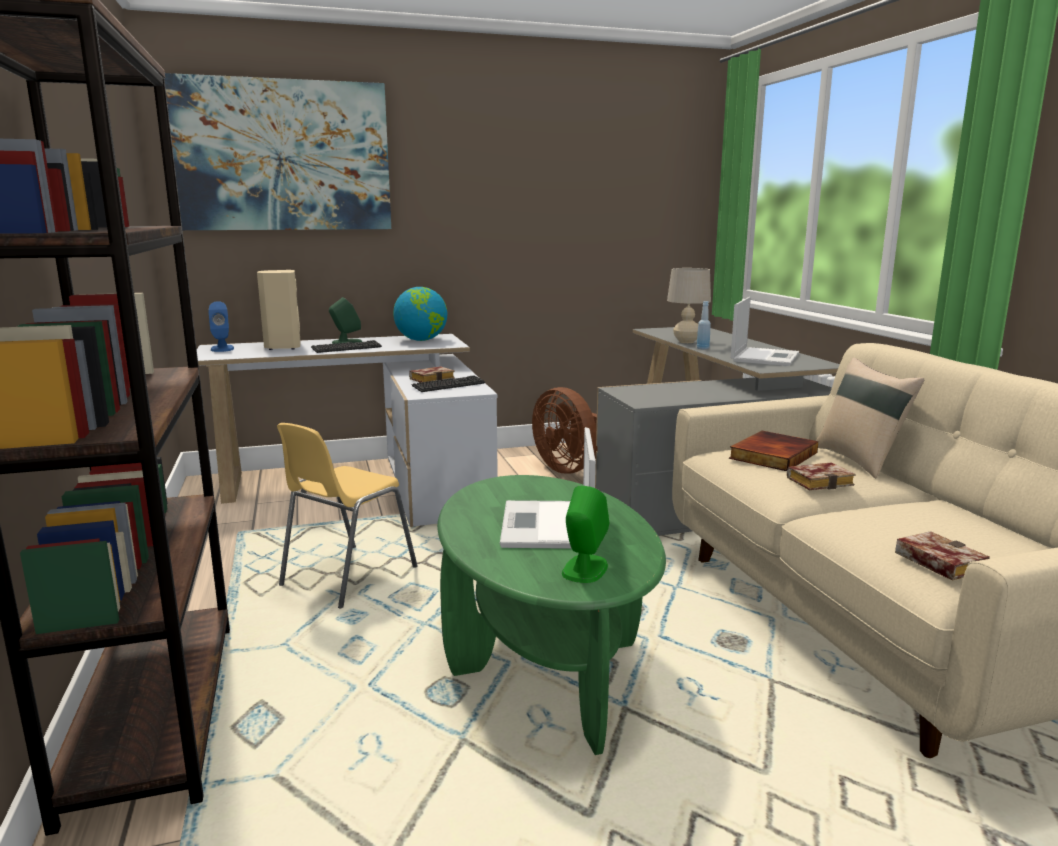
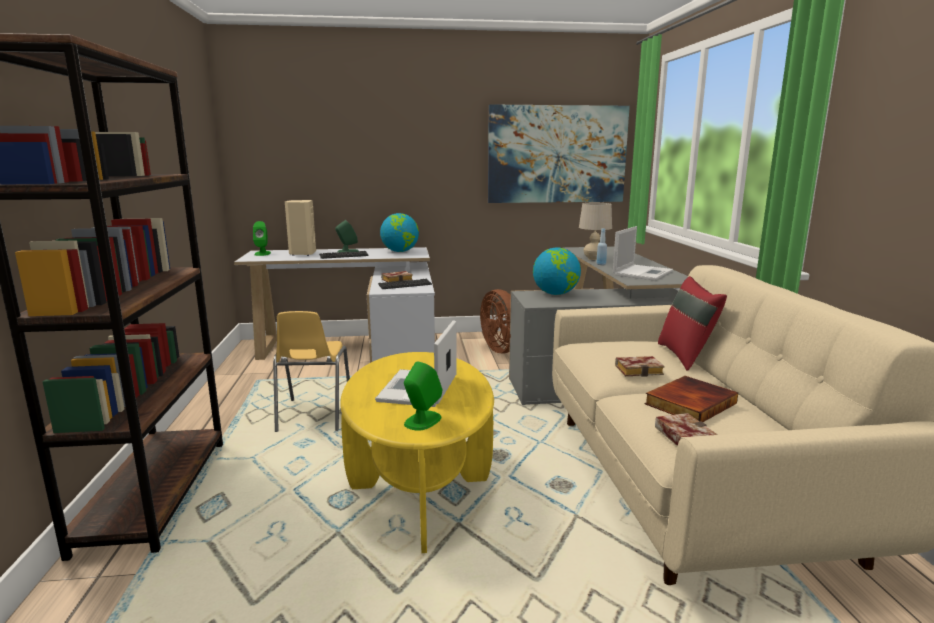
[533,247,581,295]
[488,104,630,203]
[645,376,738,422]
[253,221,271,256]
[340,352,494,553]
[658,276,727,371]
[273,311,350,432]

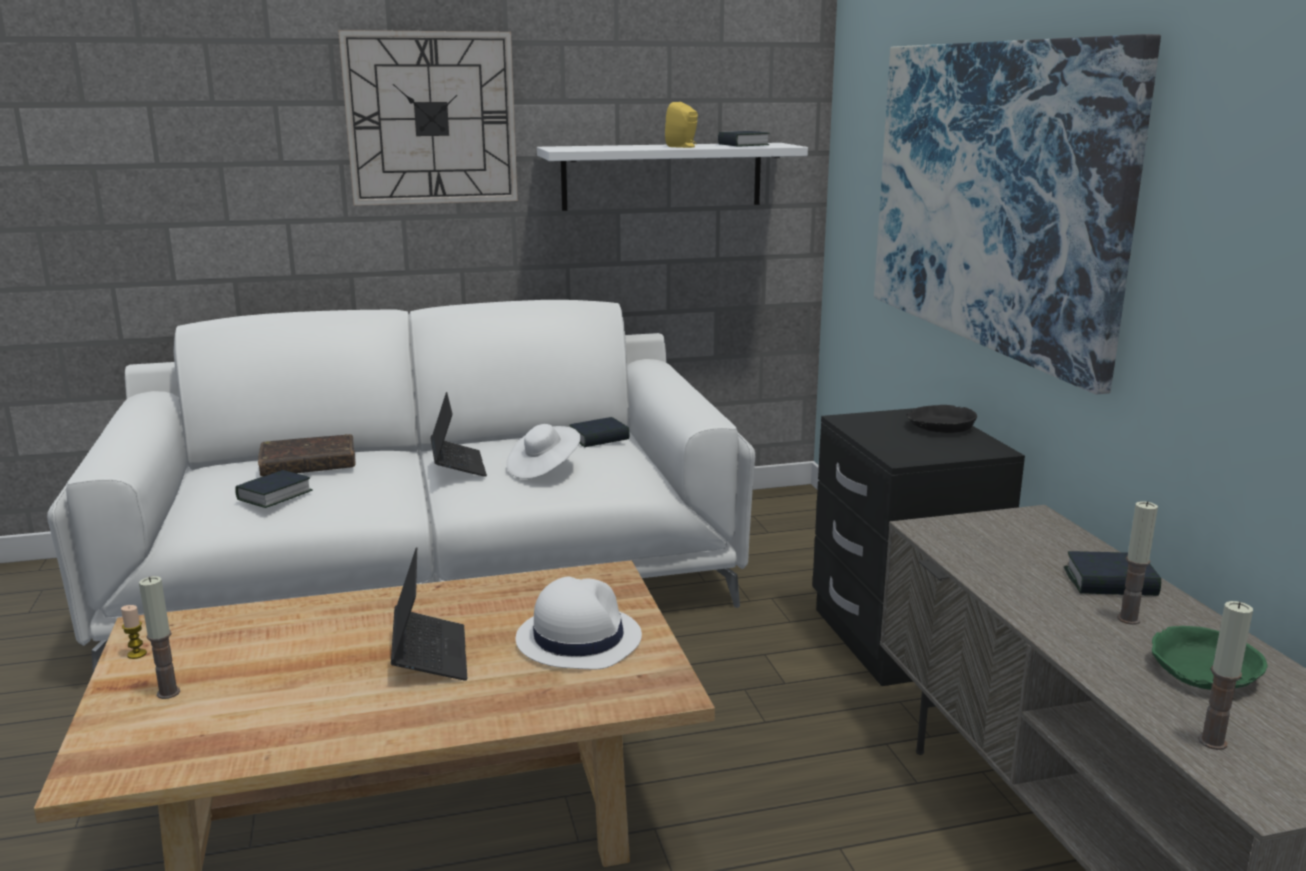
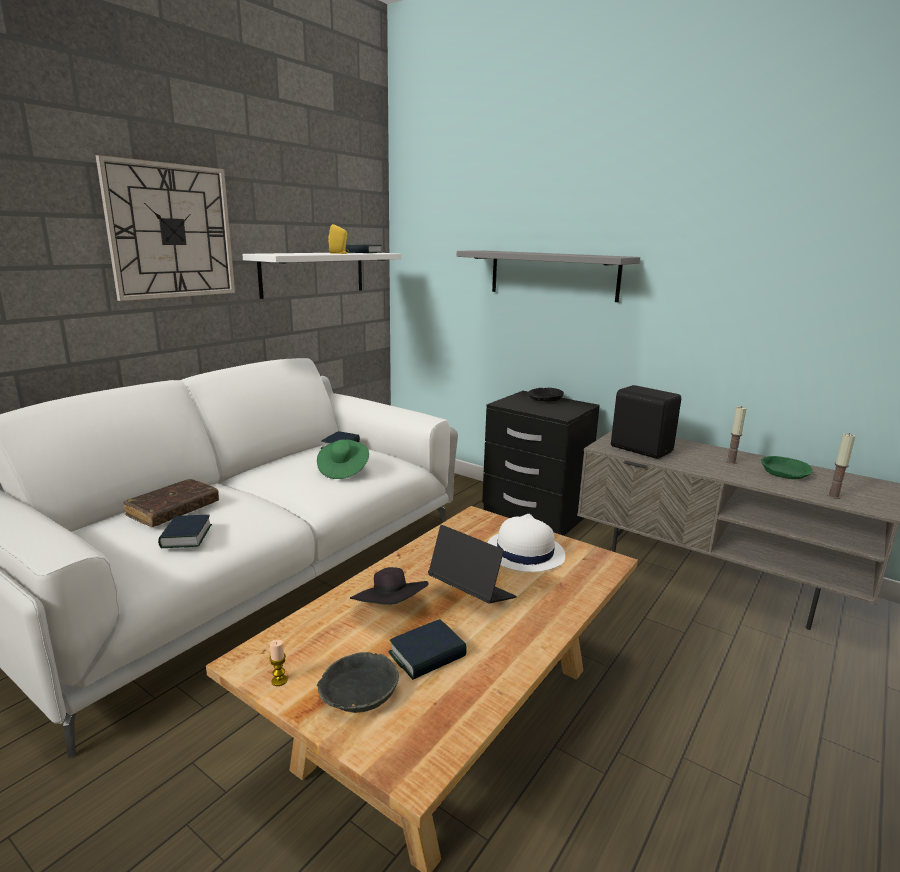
[431,392,487,477] (first image)
[350,567,429,605]
[611,385,681,459]
[388,619,467,680]
[317,652,399,713]
[457,250,640,302]
[317,440,369,479]

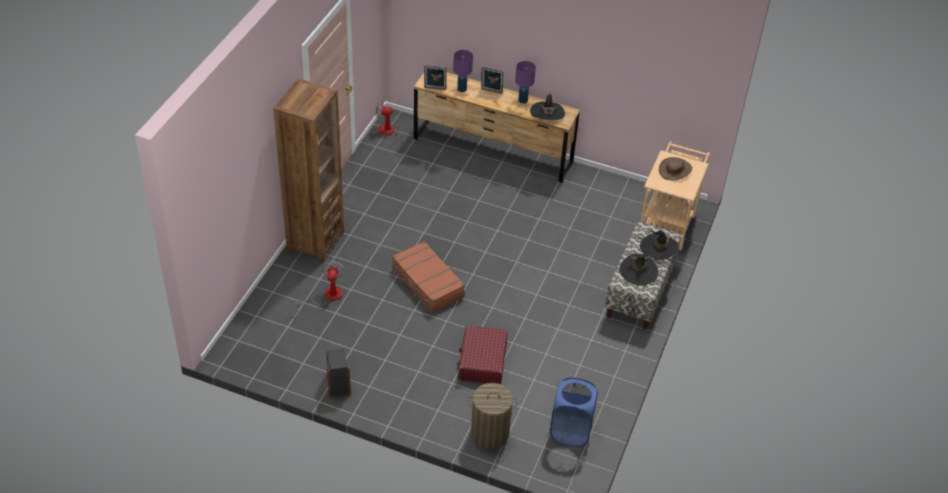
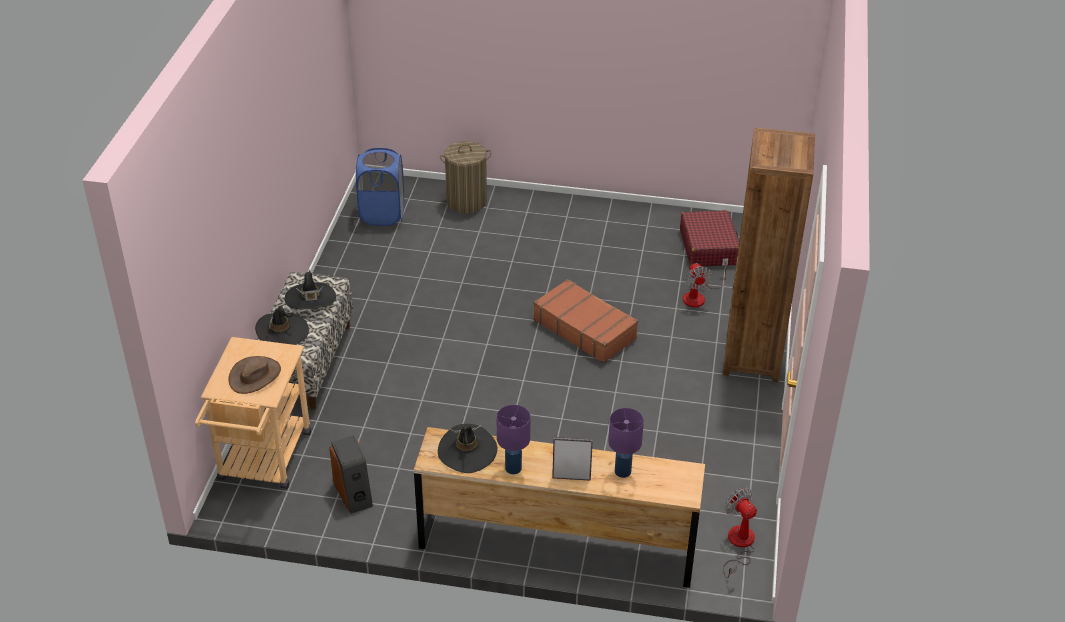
[424,65,447,90] (first image)
[329,436,373,514]
[680,210,739,267]
[723,488,757,578]

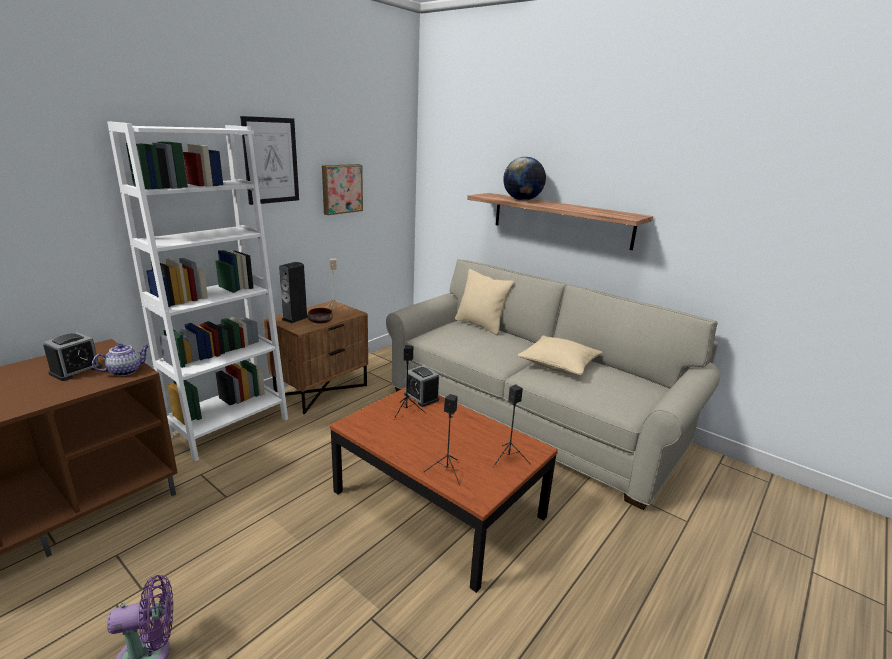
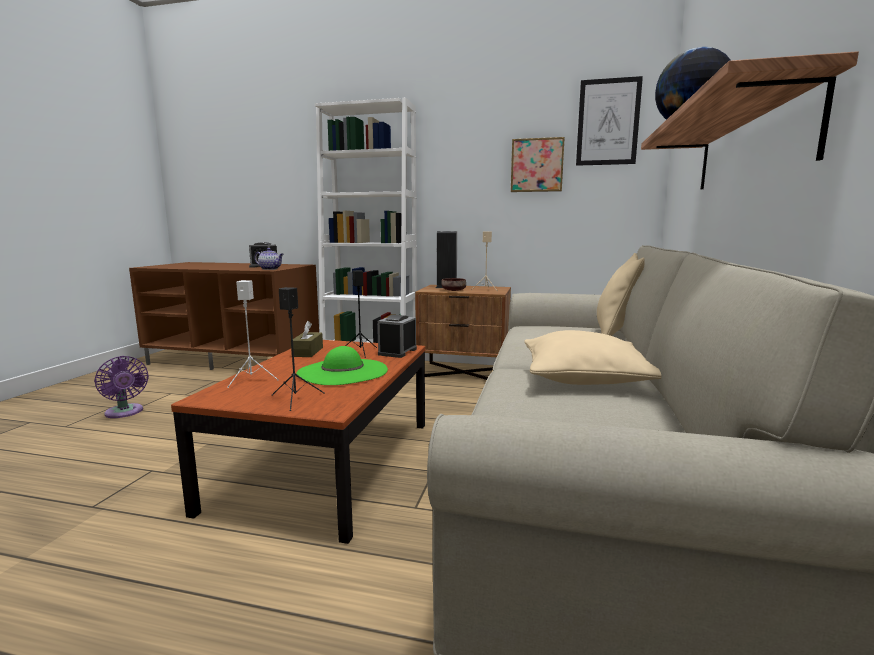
[291,321,323,357]
[296,346,388,385]
[576,76,643,166]
[227,280,279,388]

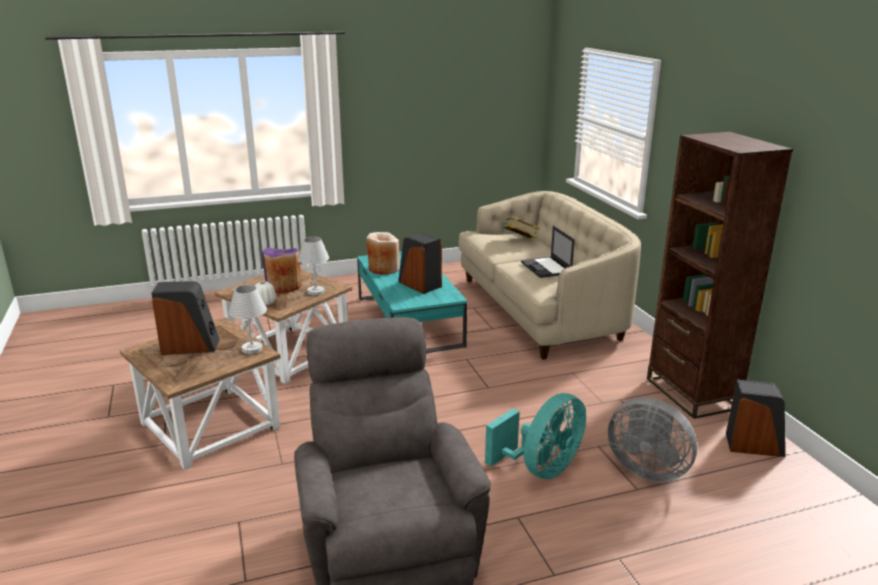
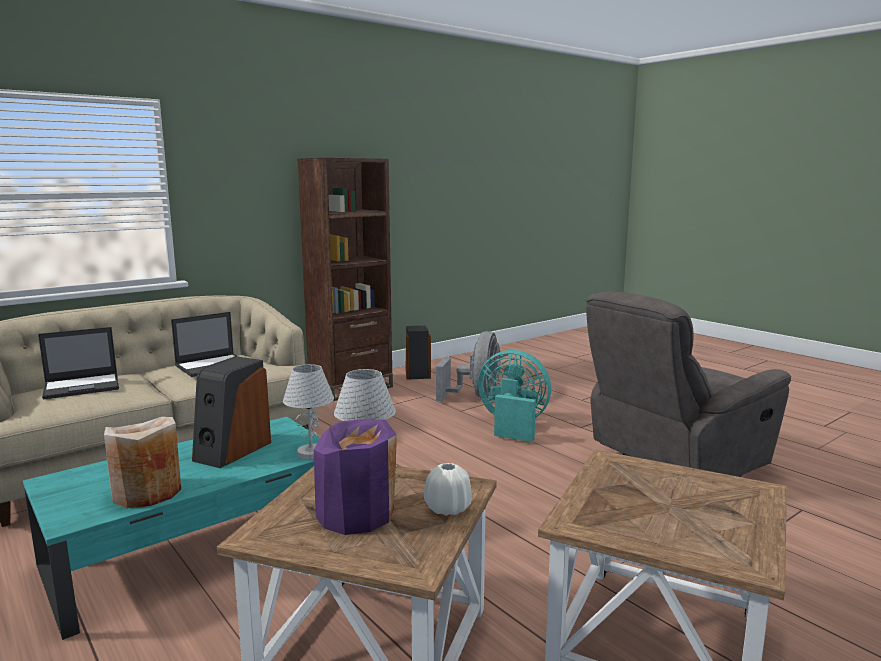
[151,281,220,355] (first image)
[283,364,334,459]
[38,327,119,400]

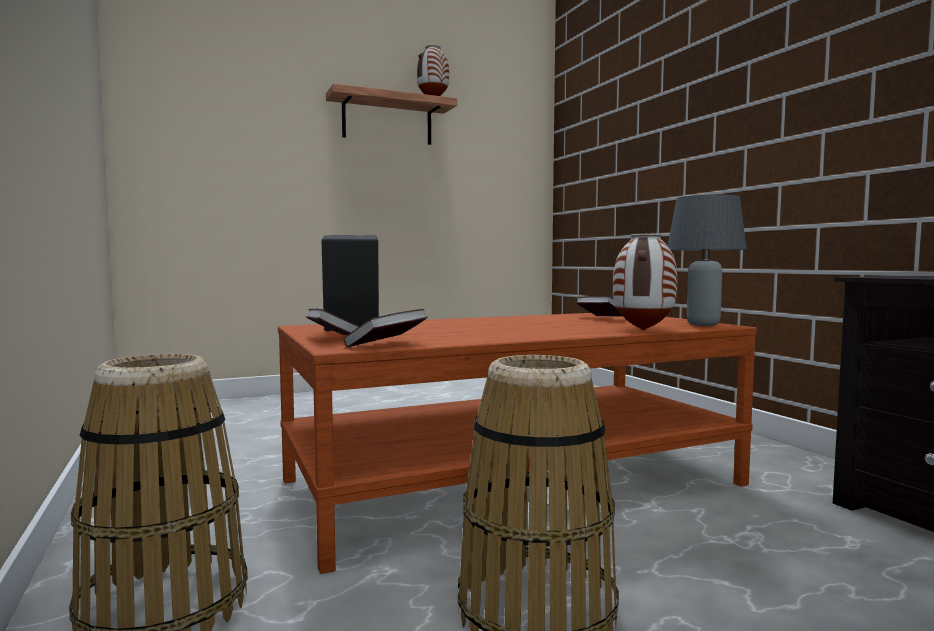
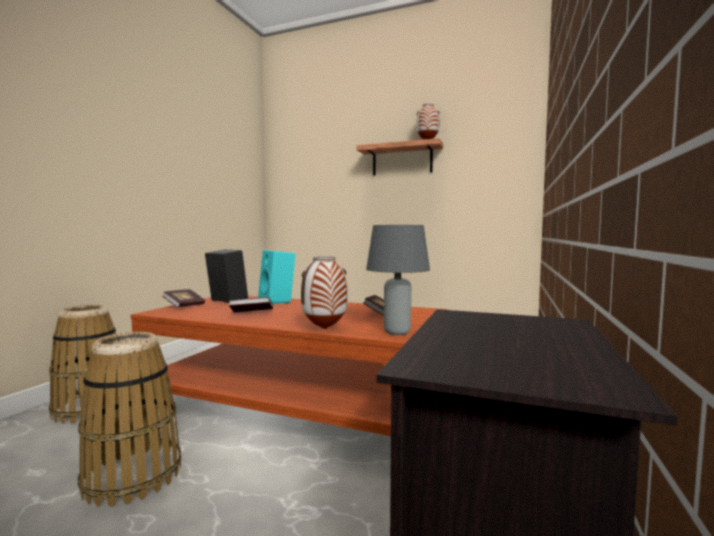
[258,250,296,304]
[229,297,273,313]

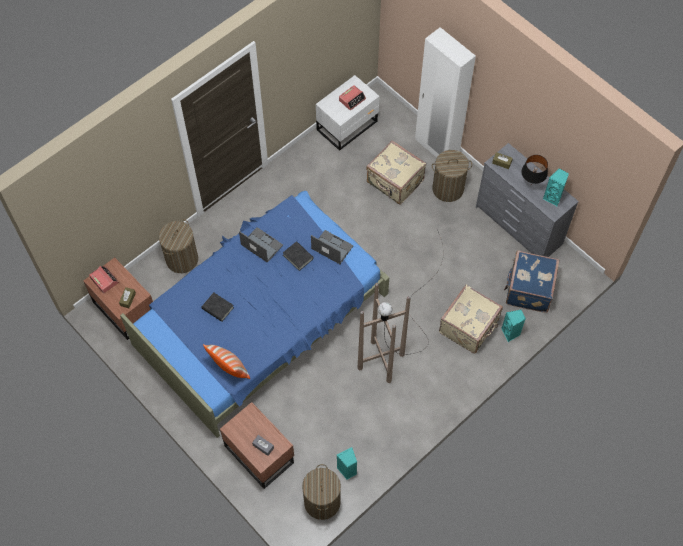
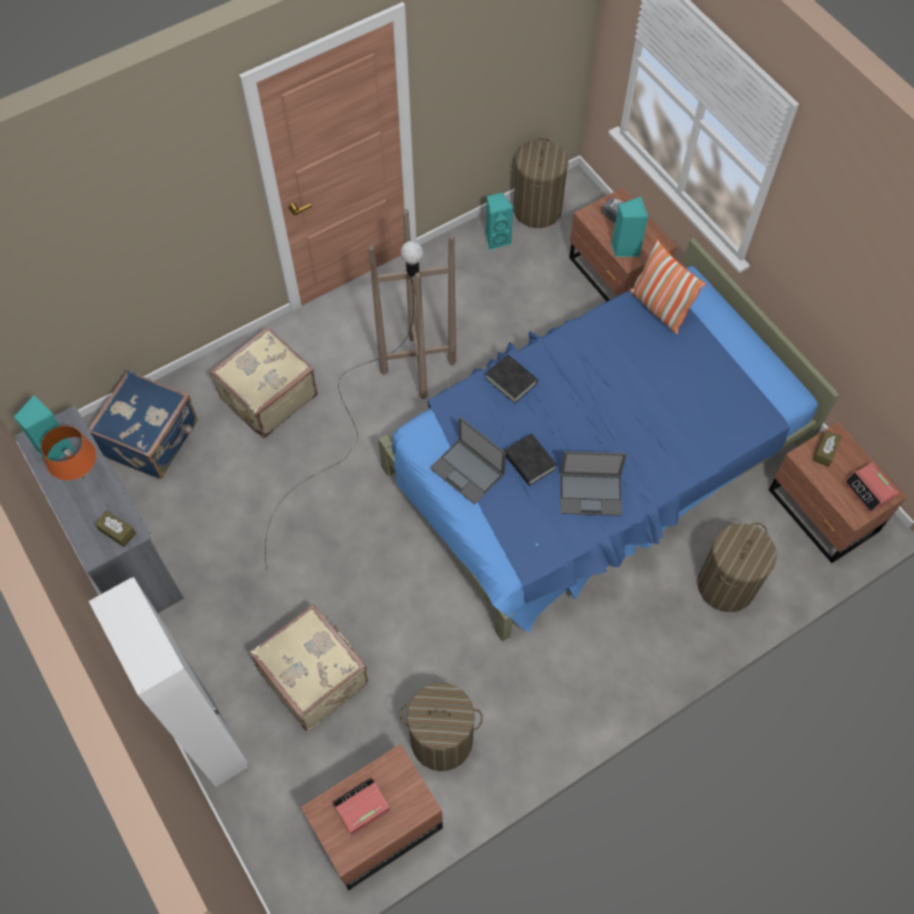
[485,355,538,403]
[399,683,483,771]
[611,197,648,257]
[301,744,443,890]
[41,426,96,480]
[560,451,627,516]

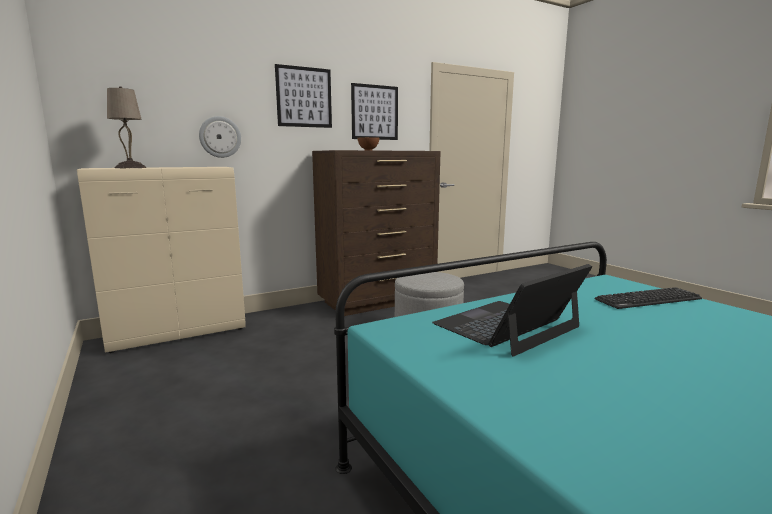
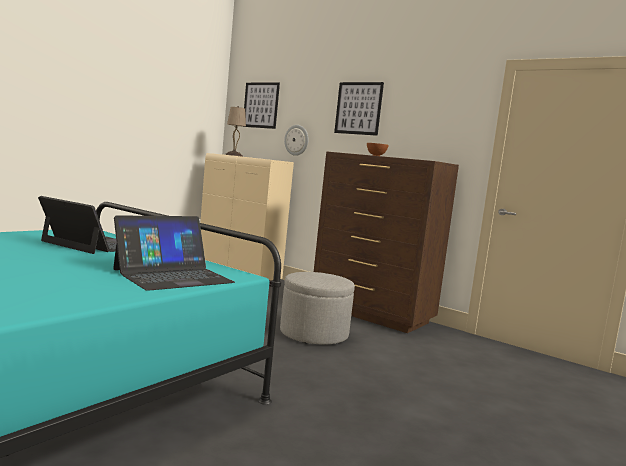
[244,82,280,129]
[113,215,235,291]

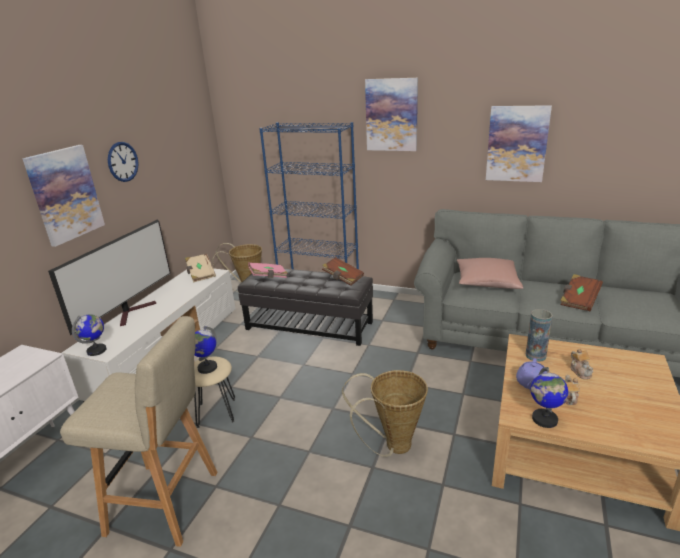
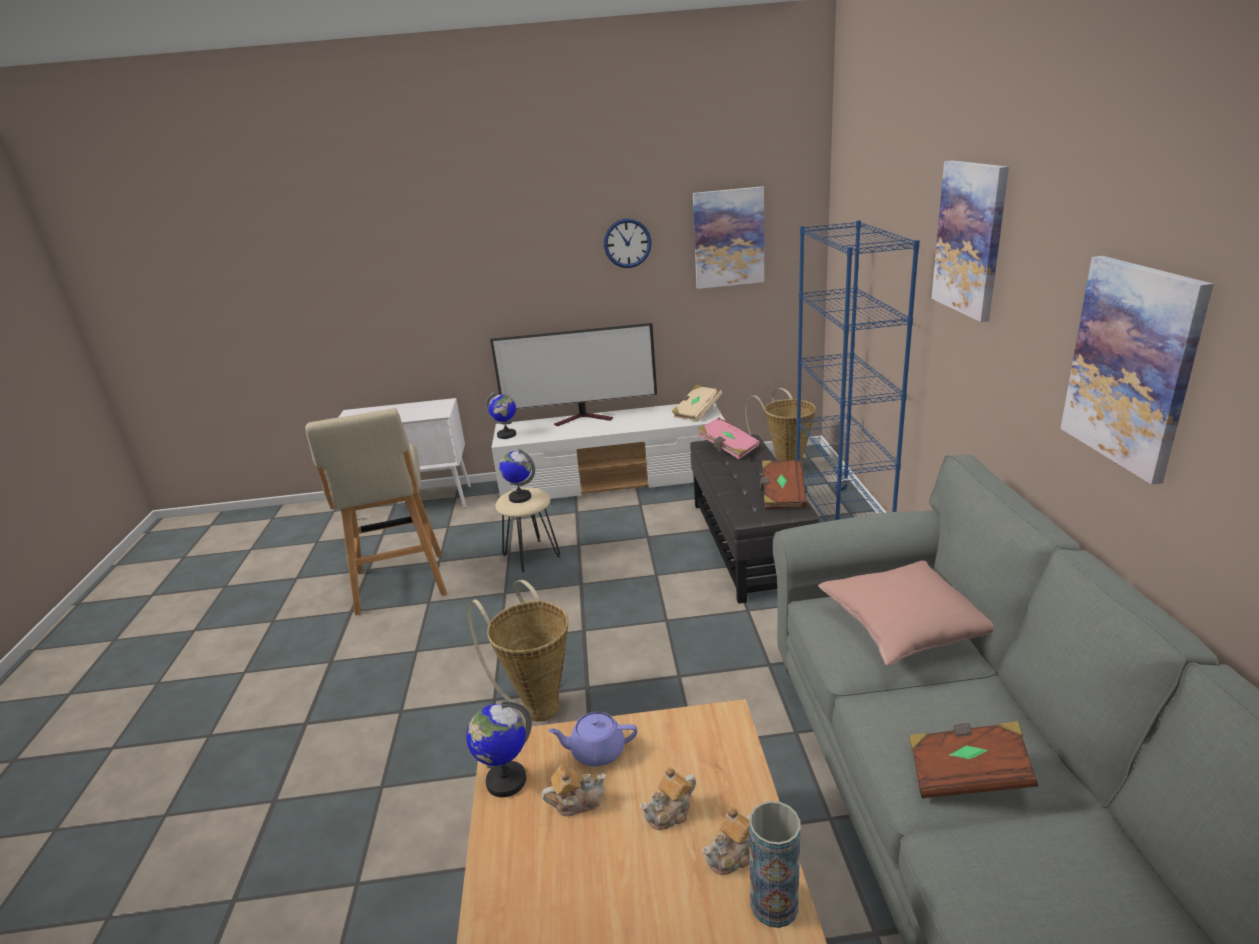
[702,807,750,875]
[693,186,764,289]
[749,801,800,928]

